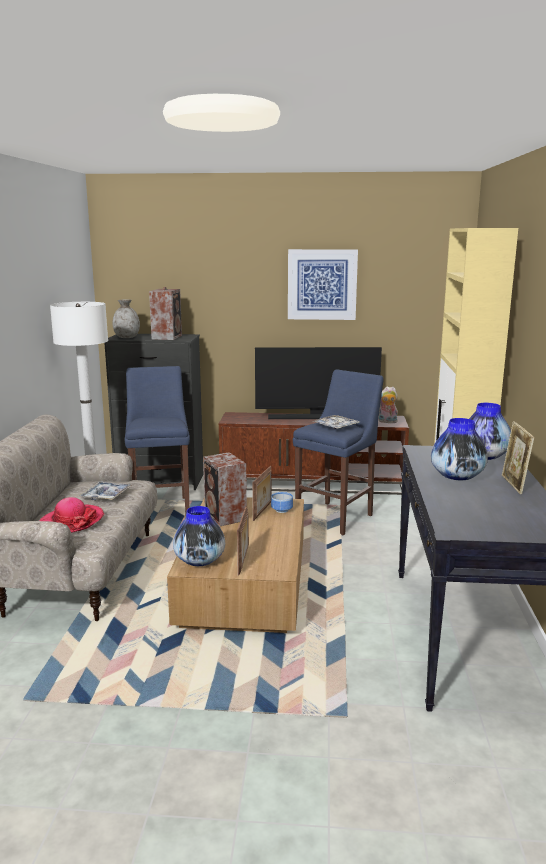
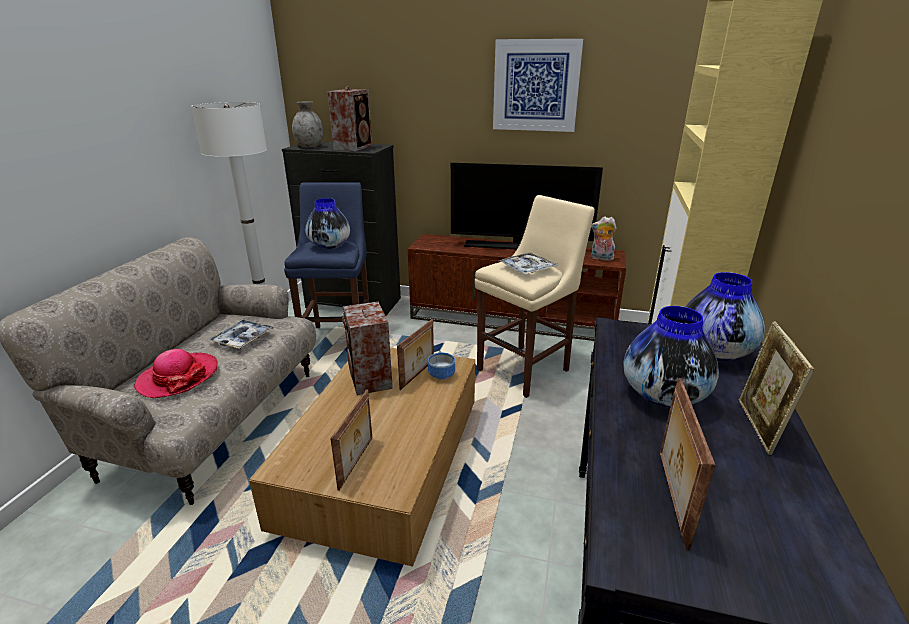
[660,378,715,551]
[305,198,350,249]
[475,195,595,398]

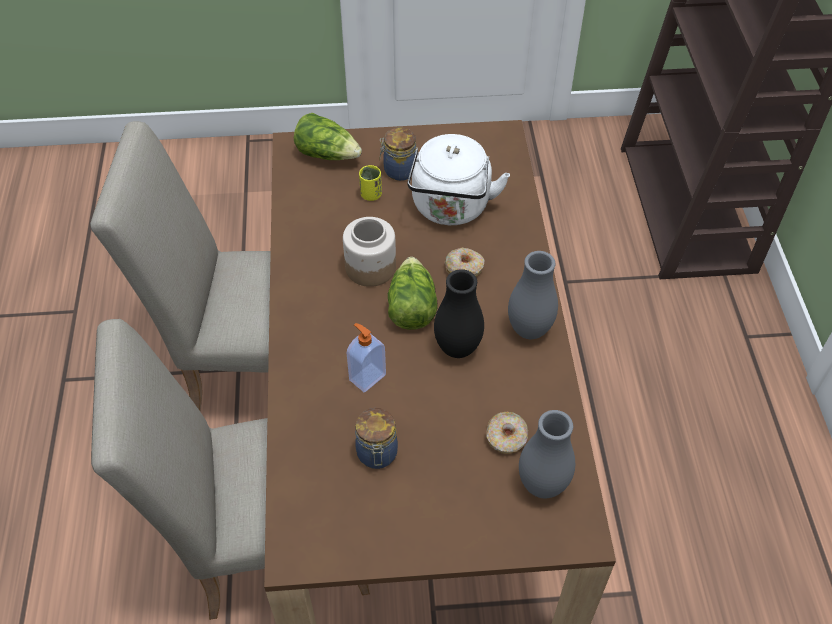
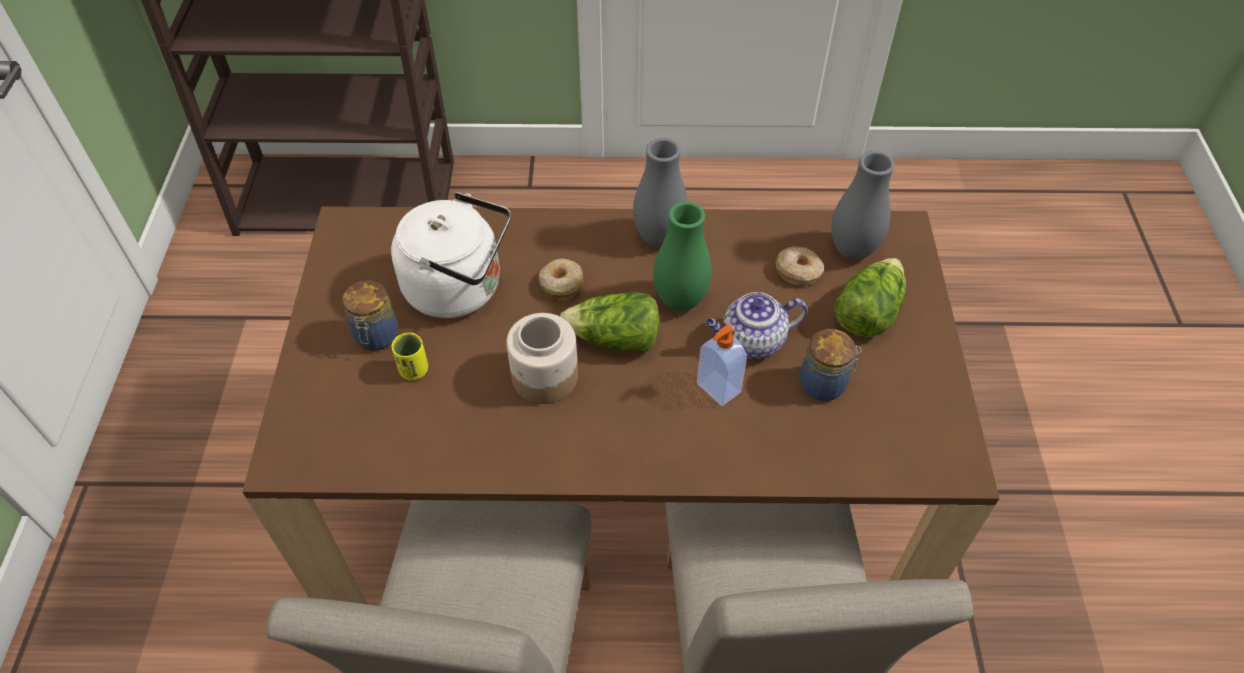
[705,292,808,359]
[834,258,906,338]
[653,202,712,311]

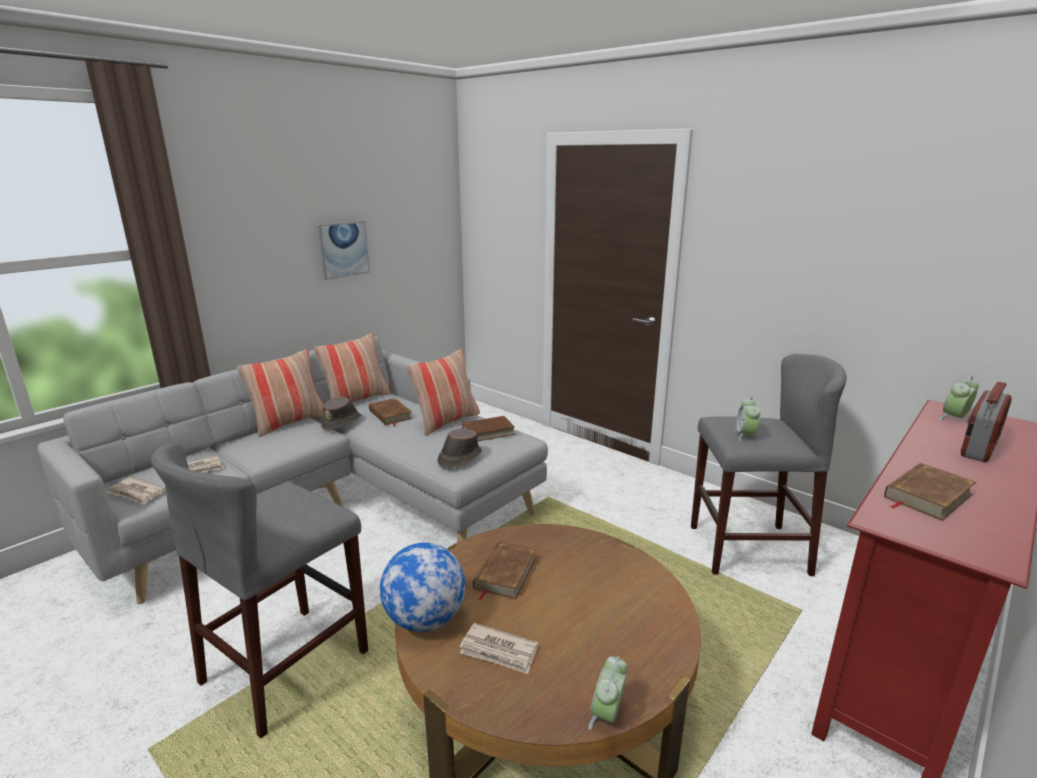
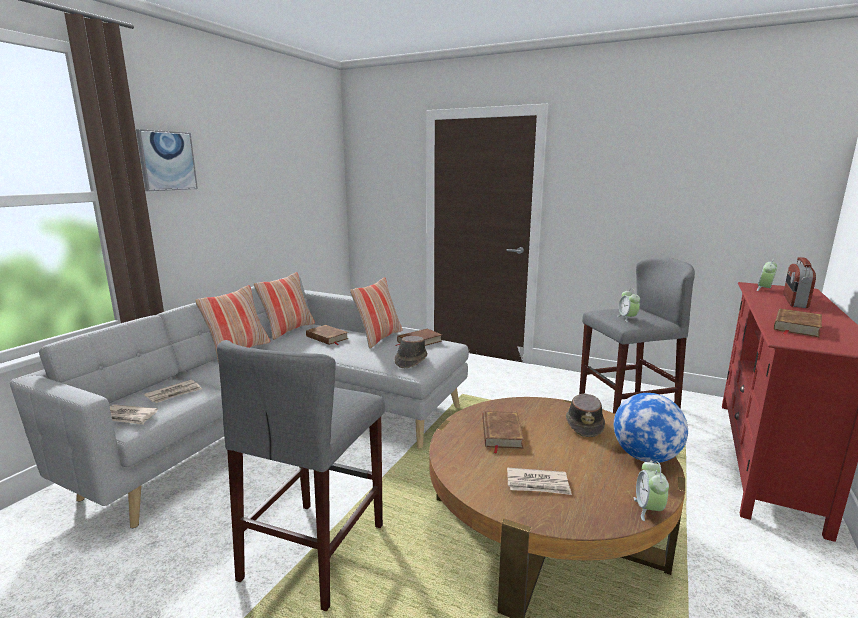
[136,129,198,191]
[566,393,605,437]
[614,393,688,463]

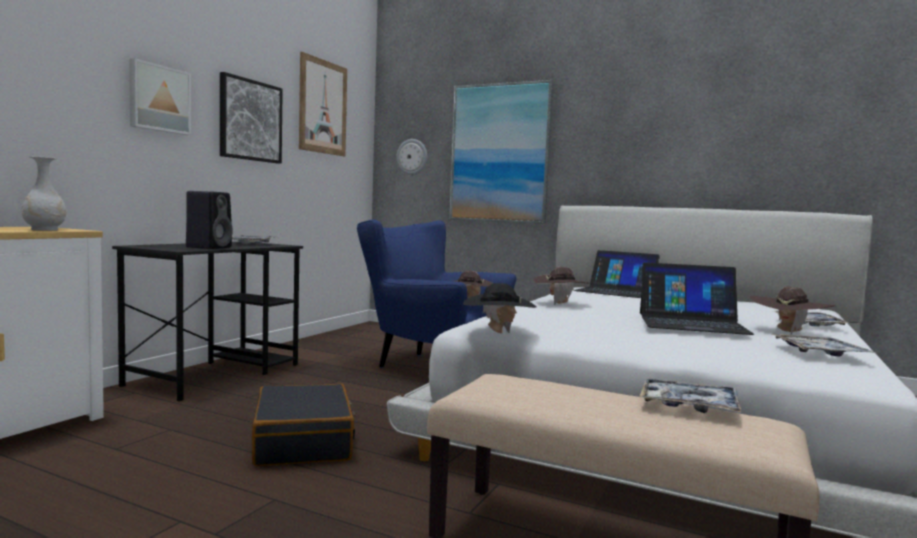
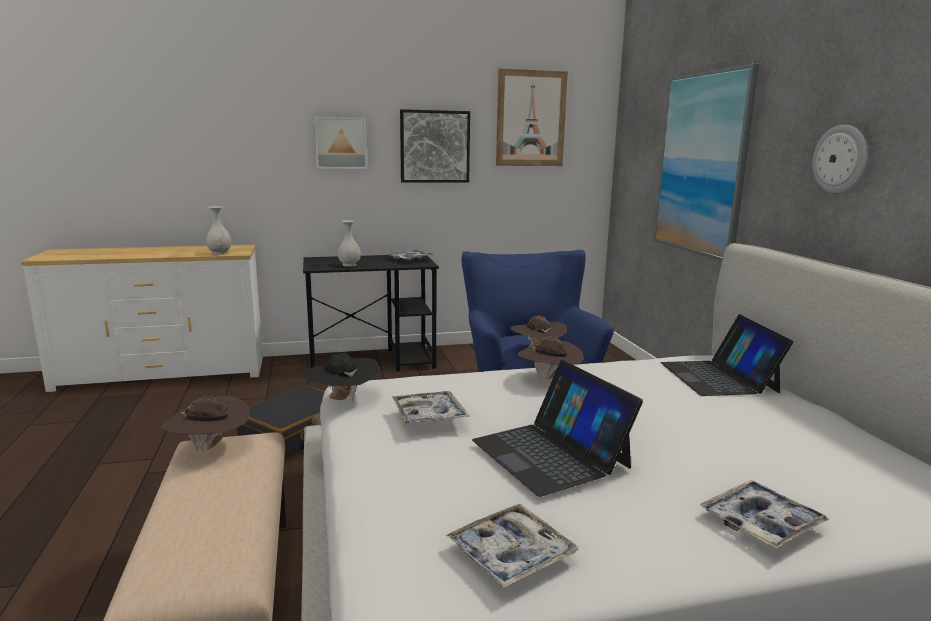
[812,125,867,193]
[392,391,470,424]
[162,395,250,450]
[338,220,361,267]

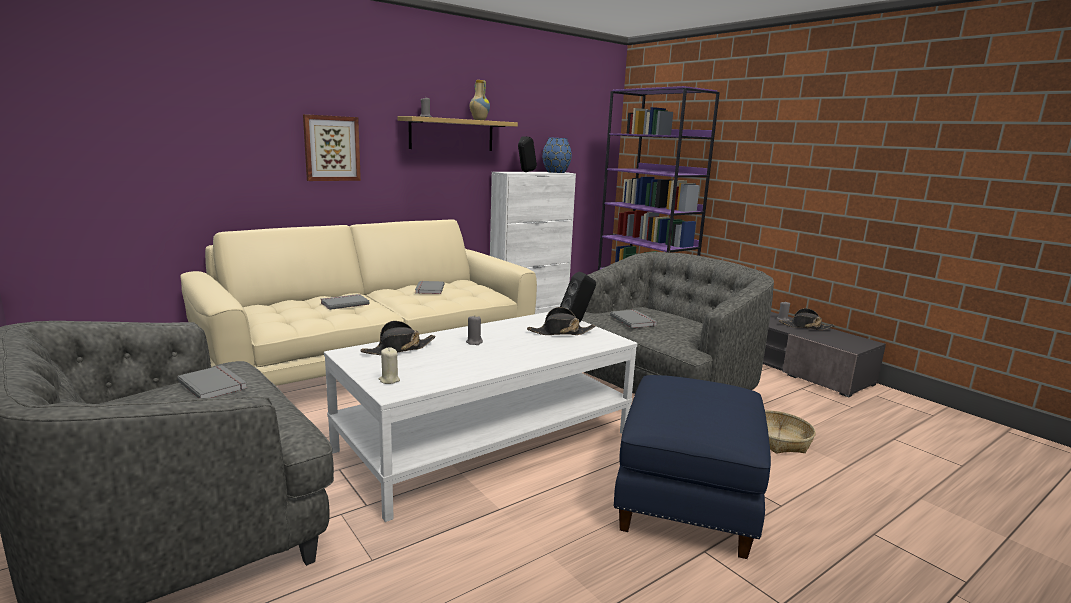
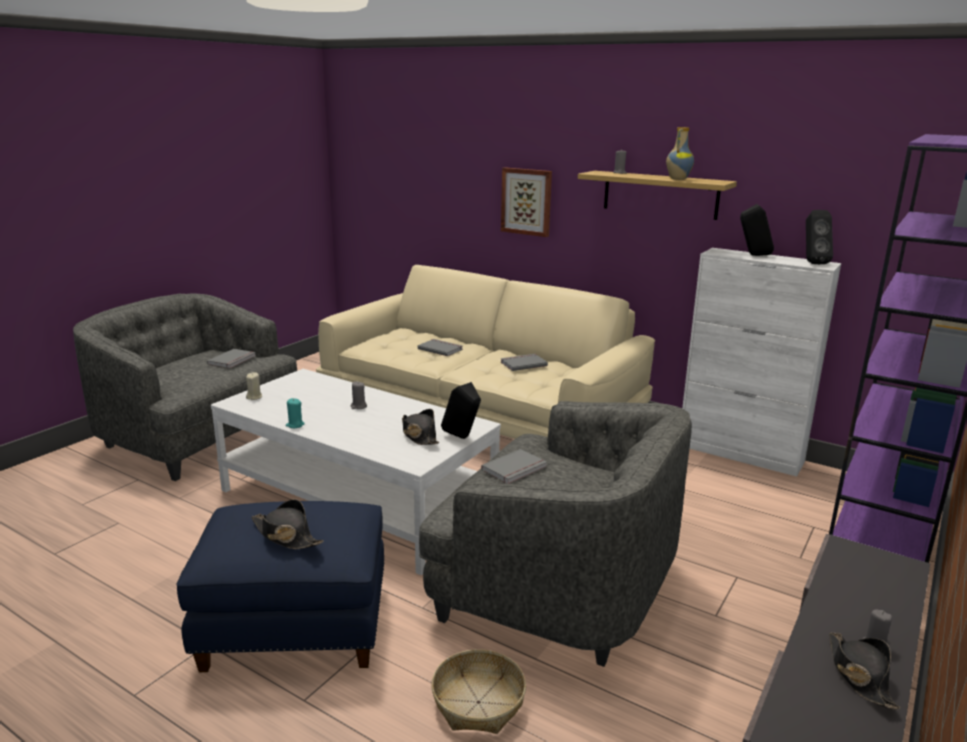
[286,398,305,428]
[251,499,323,549]
[806,210,833,264]

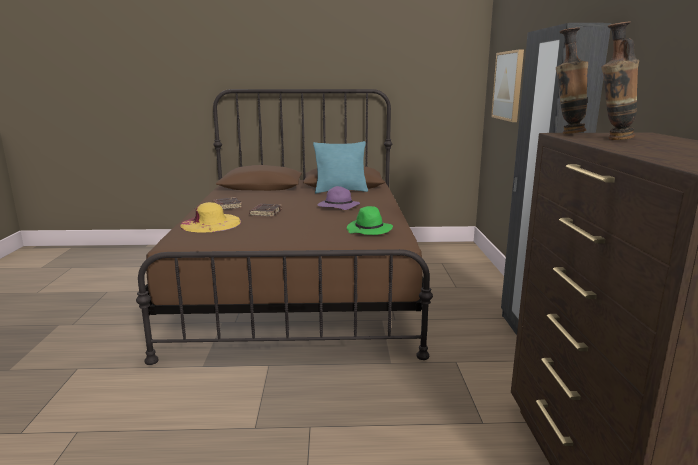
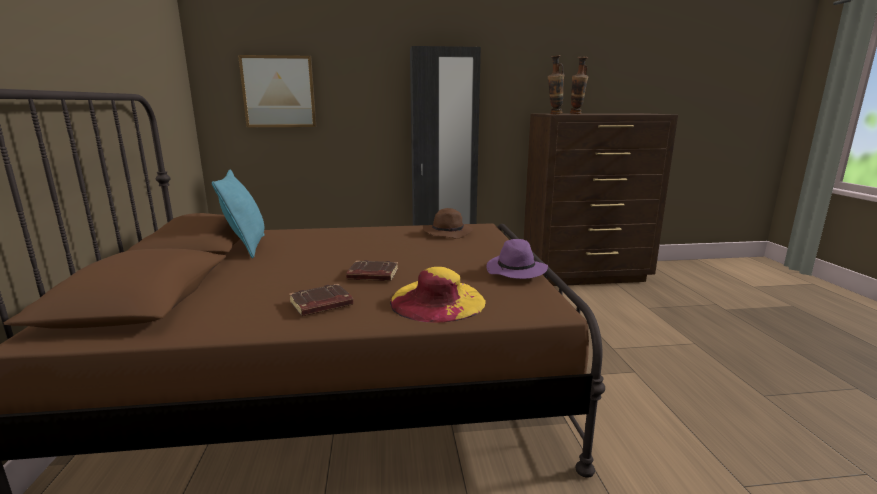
[486,239,548,279]
[423,208,473,239]

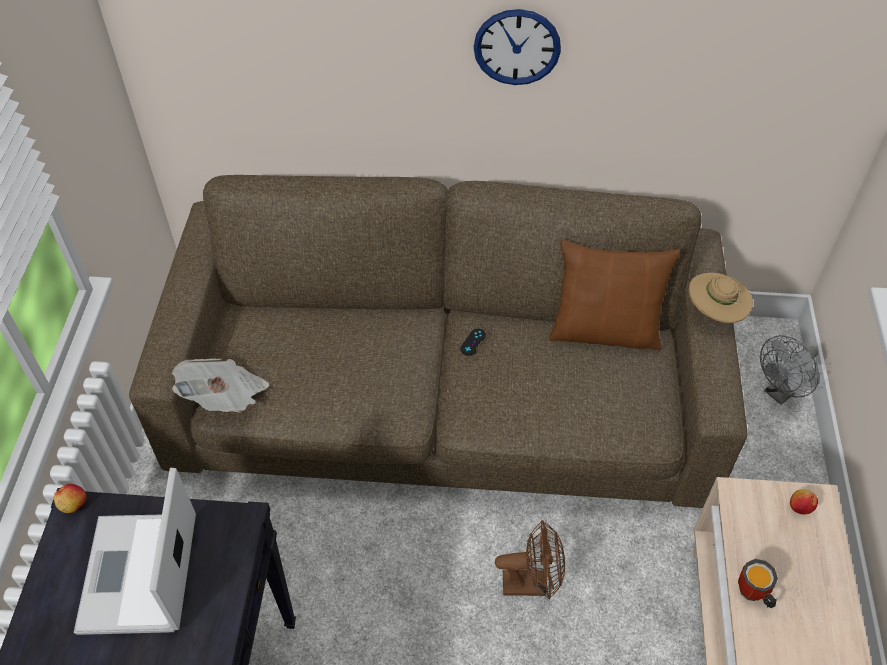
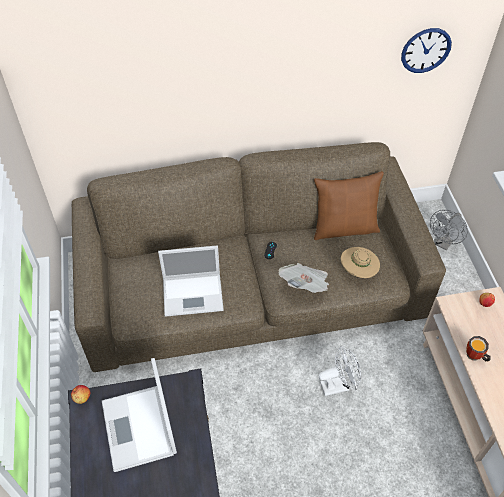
[158,245,224,317]
[278,263,329,293]
[401,28,452,73]
[341,247,380,278]
[319,346,361,396]

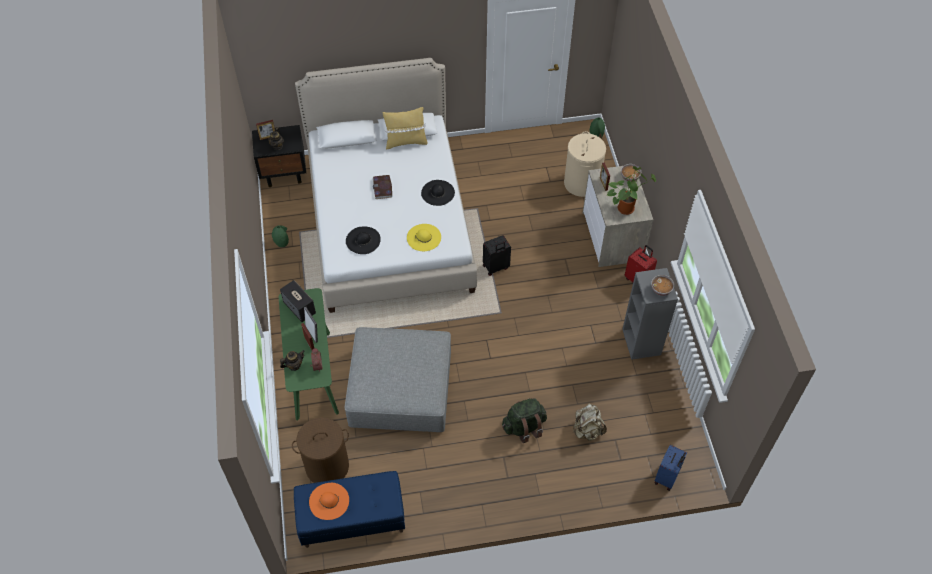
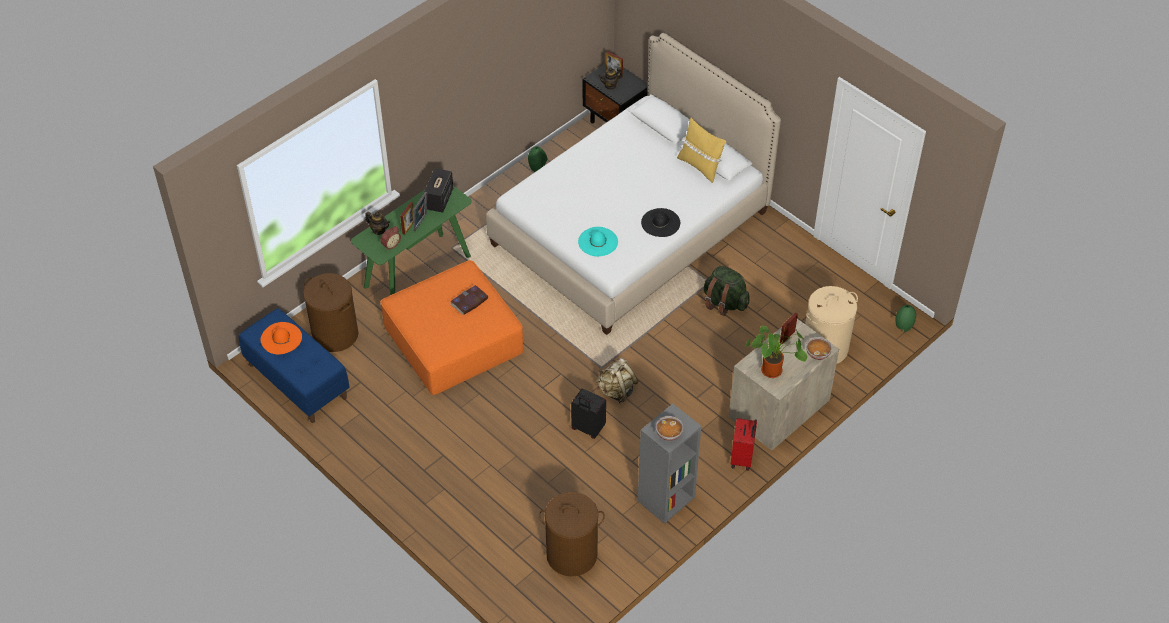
[346,227,381,254] (first image)
[654,445,687,491] (first image)
[539,492,605,577]
[450,285,488,315]
[571,388,606,439]
[704,266,750,316]
[596,358,638,403]
[380,260,523,395]
[578,227,618,256]

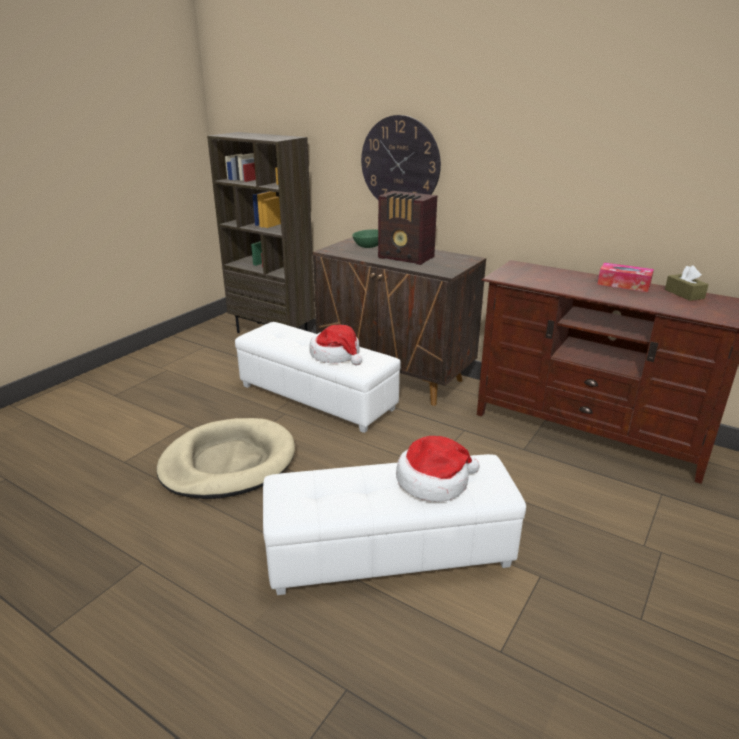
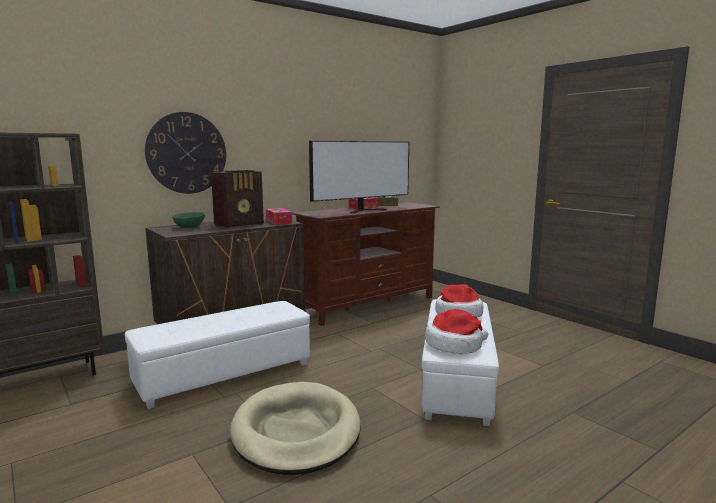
[266,208,292,225]
[309,140,409,213]
[425,309,488,354]

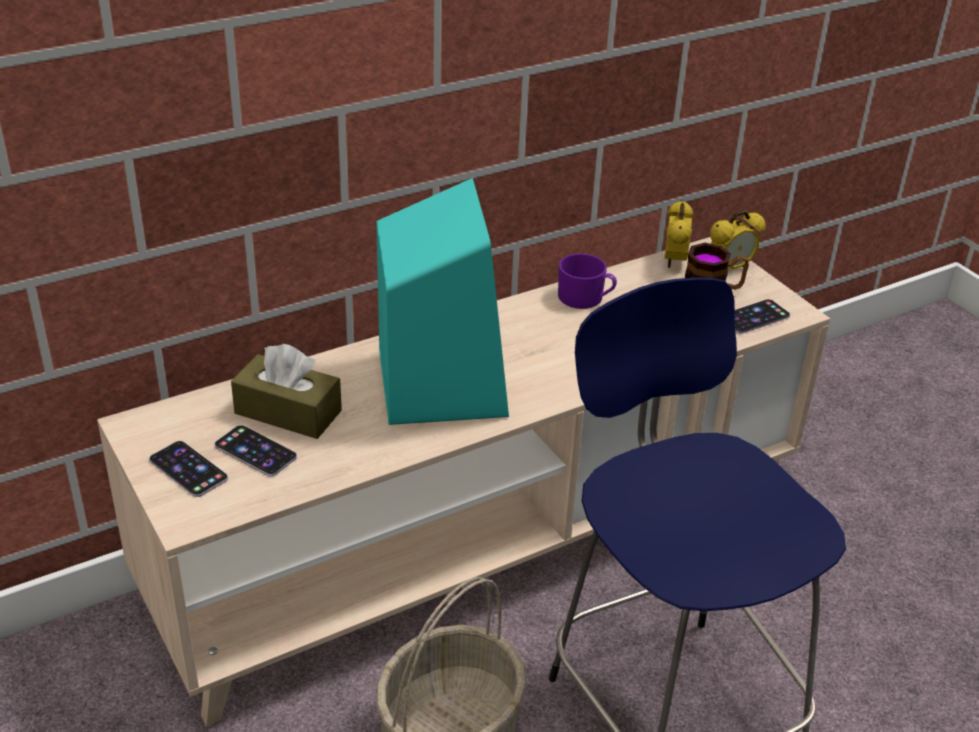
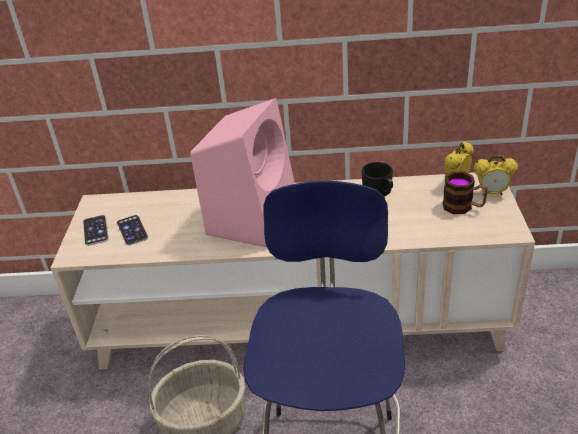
[231,344,342,439] (first image)
[735,299,790,334] (first image)
[190,98,295,247]
[362,162,393,196]

